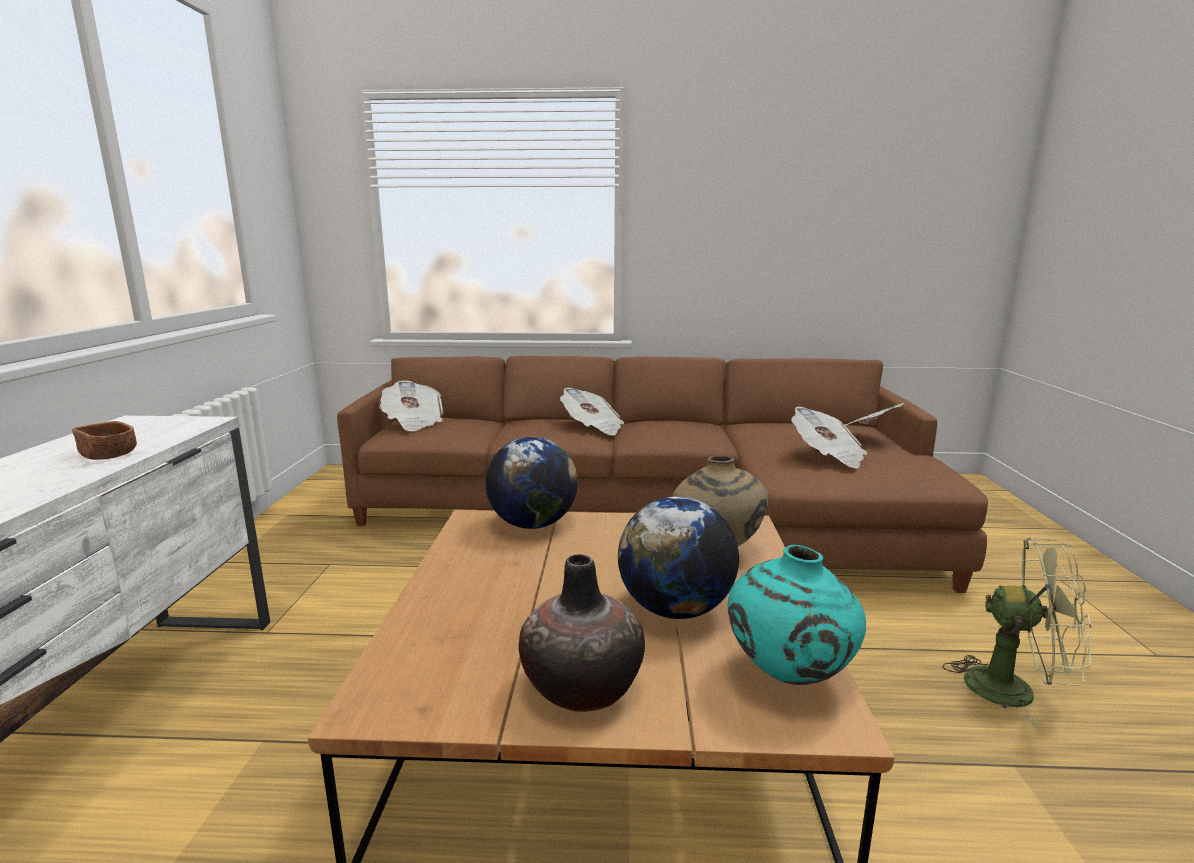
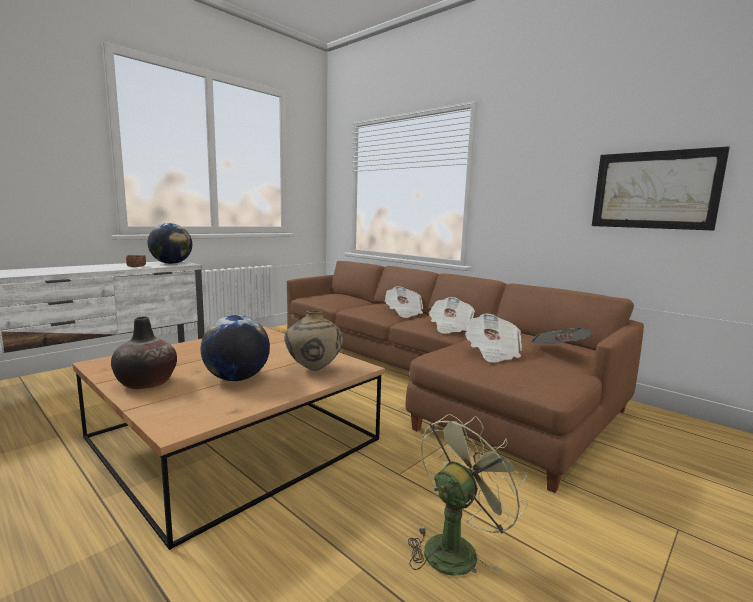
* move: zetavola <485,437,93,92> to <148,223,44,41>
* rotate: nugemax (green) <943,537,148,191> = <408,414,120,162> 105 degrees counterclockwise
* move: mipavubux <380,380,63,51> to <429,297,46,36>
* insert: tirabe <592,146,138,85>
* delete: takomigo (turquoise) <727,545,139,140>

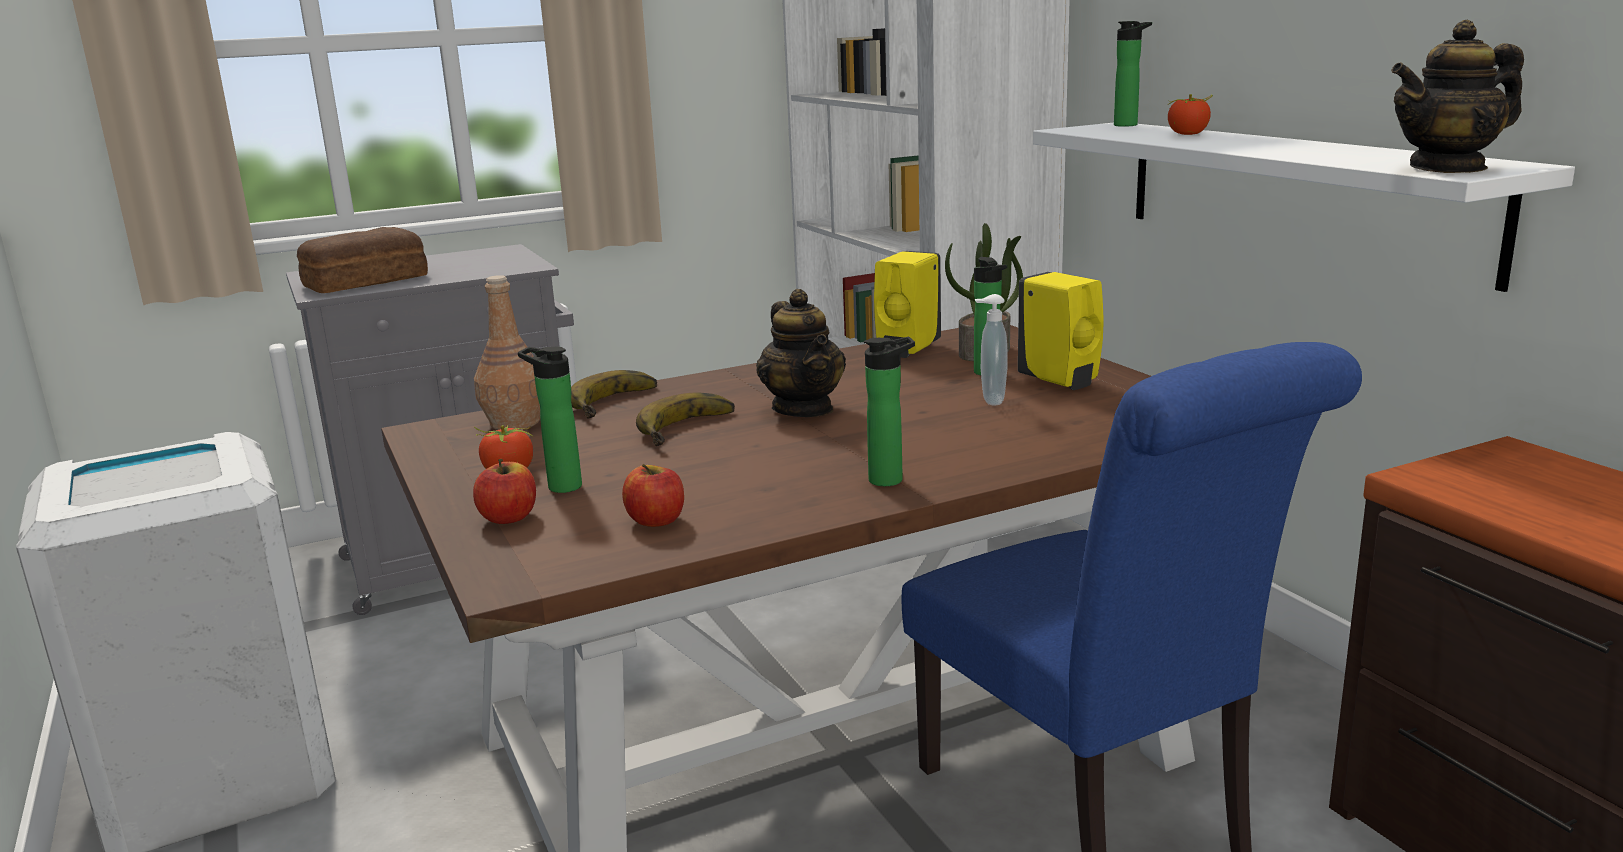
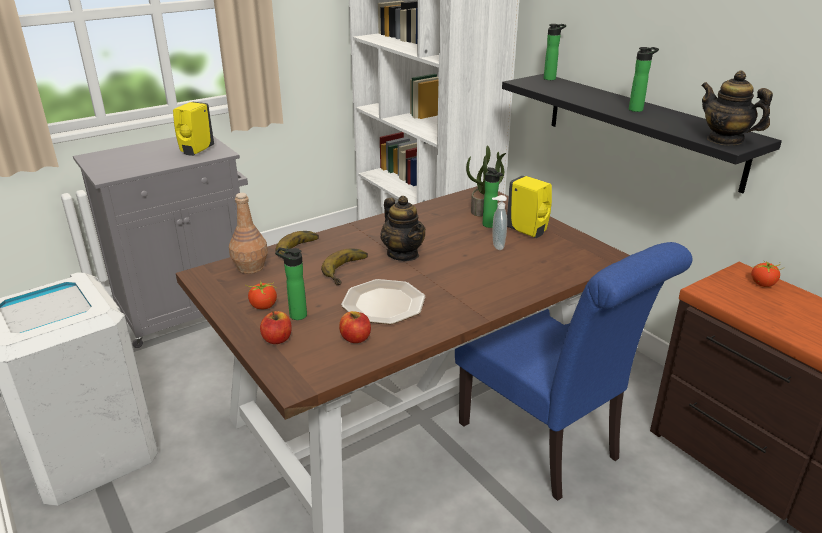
* move: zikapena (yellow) <874,251,67,107> to <173,102,41,54>
* insert: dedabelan <341,279,85,46>
* recolor: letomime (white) <1033,123,542,169> to letomime (black) <502,74,280,119>
* move: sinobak <864,337,51,149> to <629,47,30,65>
* rotate: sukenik <1391,20,133,153> = <701,71,72,74> 75 degrees clockwise
* move: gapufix <1167,94,46,41> to <751,260,34,27>
* delete: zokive <297,227,131,66>

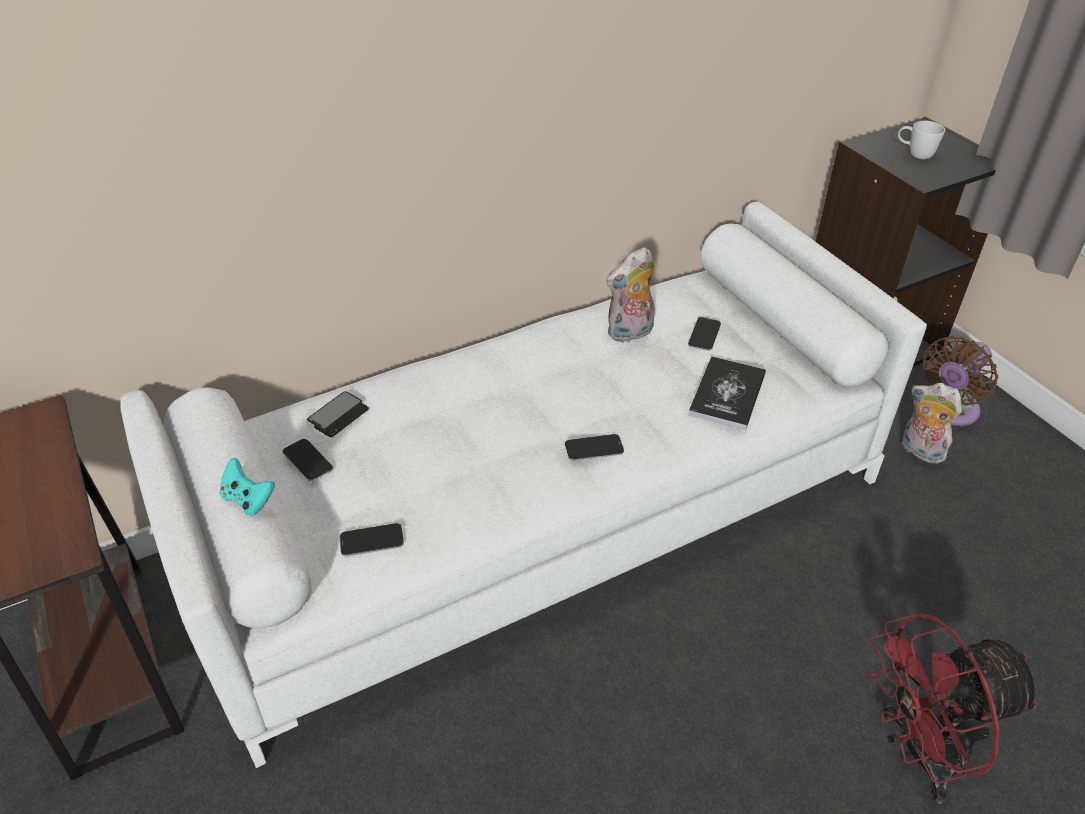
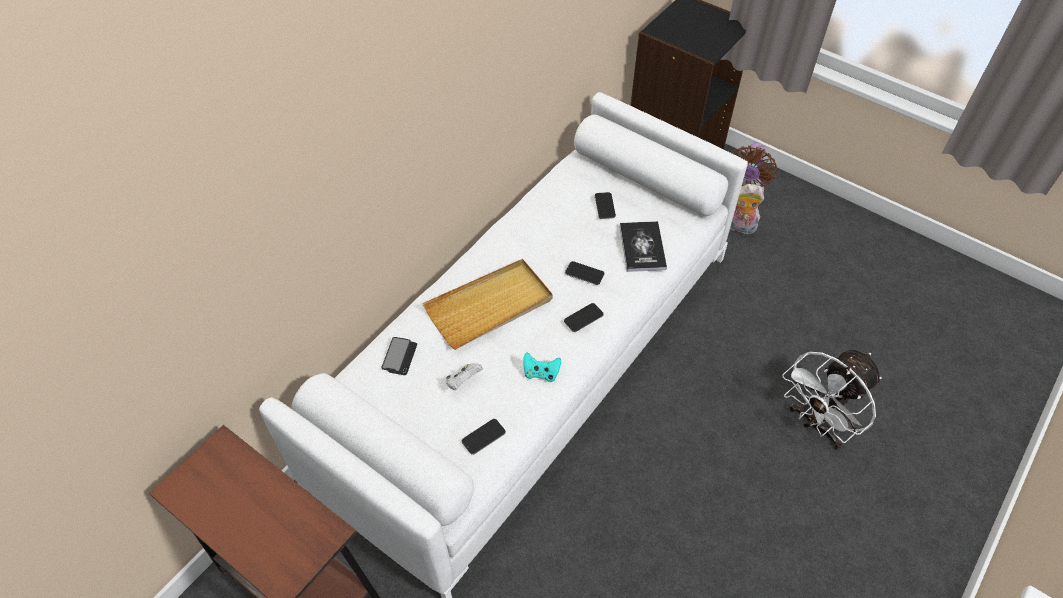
* insert: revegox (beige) <423,259,130,91>
* insert: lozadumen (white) <446,363,37,27>
* move: lozadumen (turquoise) <219,458,56,58> to <523,352,38,30>
* move: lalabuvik <283,439,50,42> to <565,261,39,24>
* recolor: nugemax (red) <867,613,173,191> to nugemax (white) <782,350,100,100>
* delete: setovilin <606,247,49,95>
* delete: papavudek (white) <898,121,47,38>

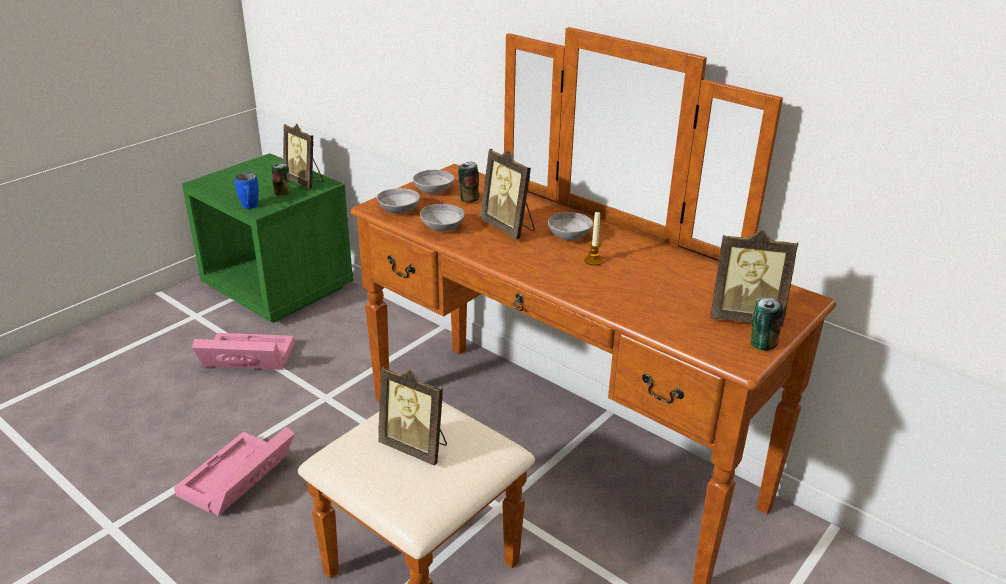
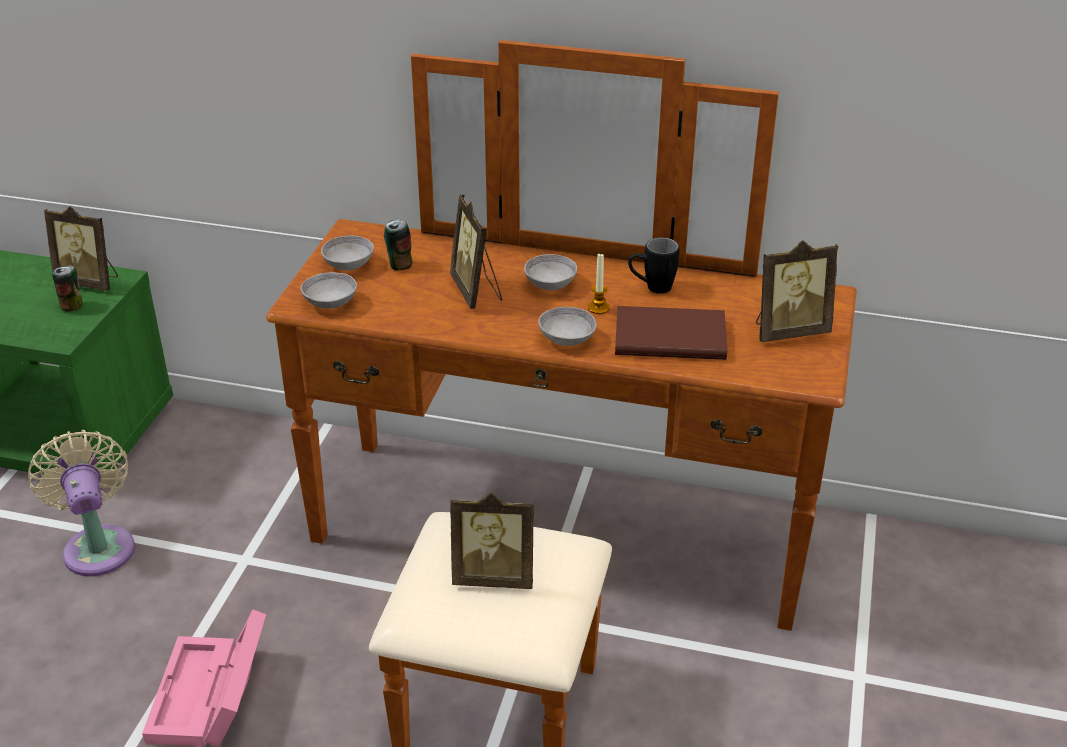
* replace: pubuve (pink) <192,333,103,37> to nugemax (beige) <28,430,107,146>
* rotate: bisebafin <480,149,55,90> = <450,194,52,115> 45 degrees clockwise
* move: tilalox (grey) <420,204,44,28> to <538,307,59,39>
* insert: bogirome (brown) <615,306,112,54>
* insert: papavudek (black) <628,237,52,57>
* delete: papavudek (blue) <234,173,25,36>
* delete: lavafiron <751,297,32,54>

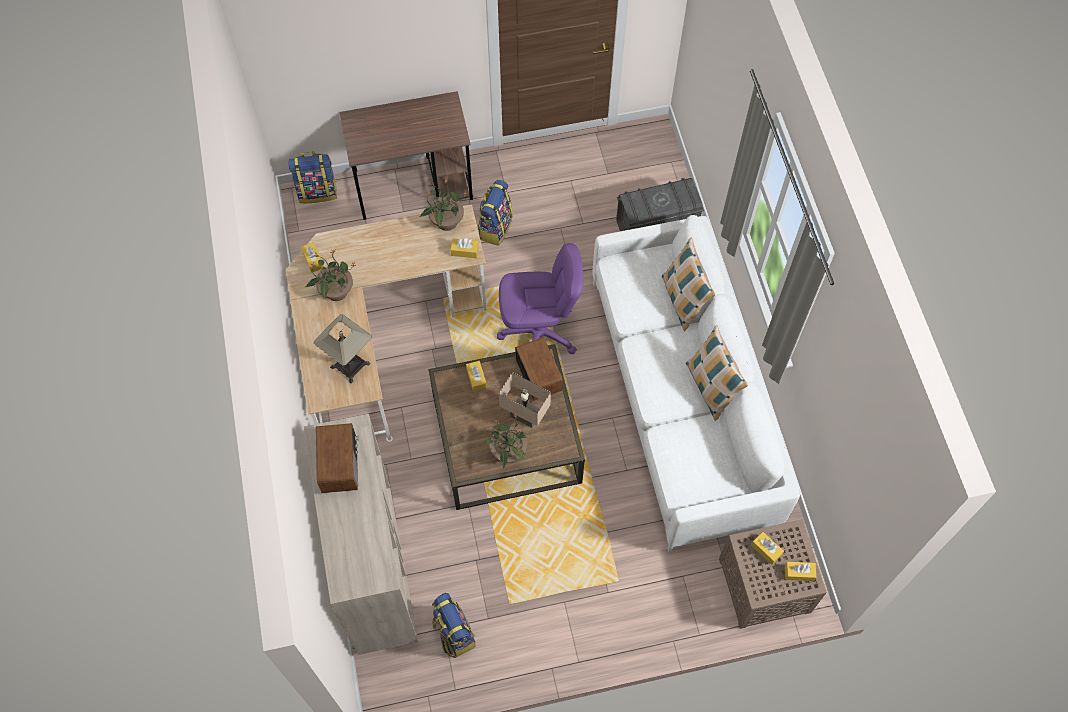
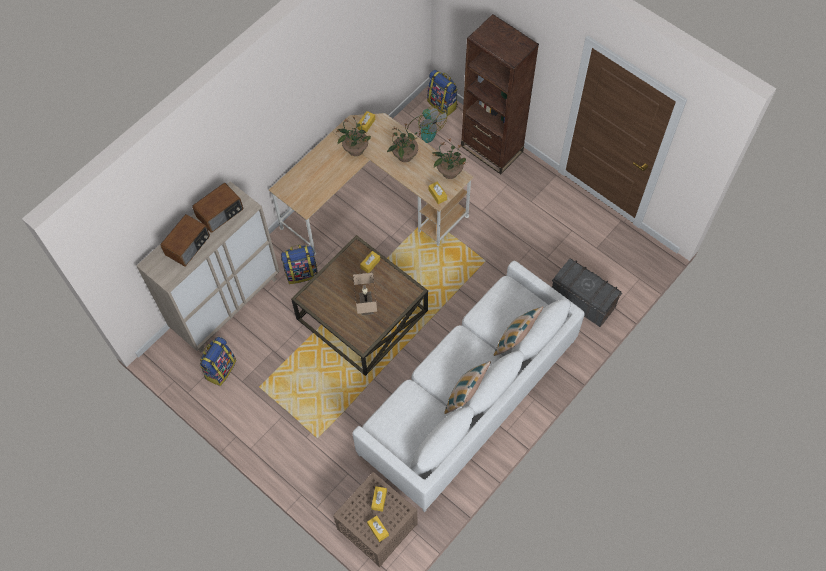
* move: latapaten <515,337,48,64> to <161,214,49,53>
* move: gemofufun <478,180,35,66> to <281,245,37,39>
* move: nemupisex <483,413,44,56> to <387,123,35,39>
* insert: nugemax <407,106,40,37>
* replace: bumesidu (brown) <339,91,134,129> to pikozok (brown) <461,14,78,160>
* delete: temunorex <314,314,58,70>
* delete: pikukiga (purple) <497,243,86,111>

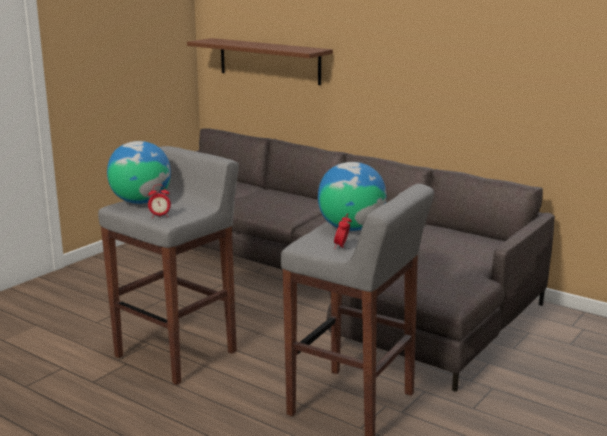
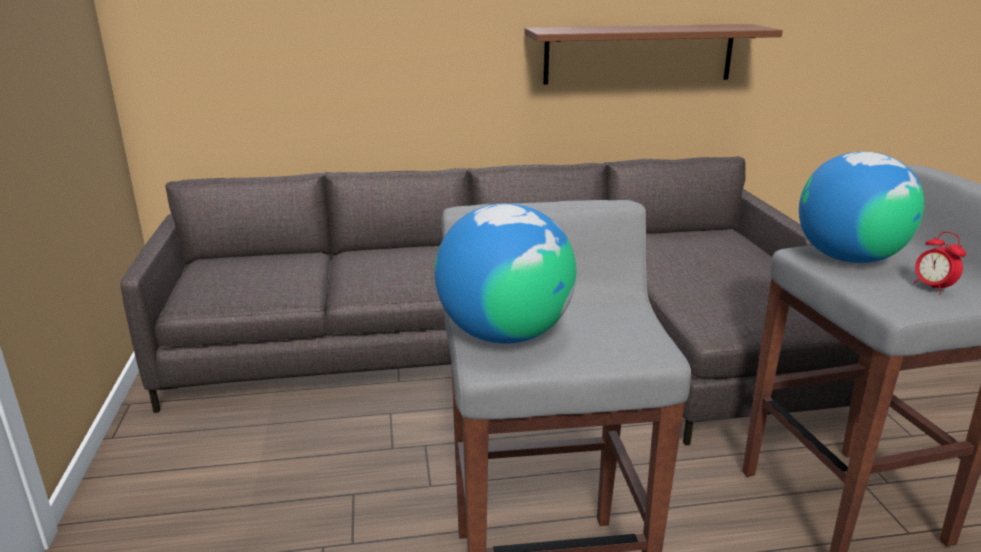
* move: letomime (brown) <187,38,146,47> to <524,24,259,61>
* delete: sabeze <148,185,23,33>

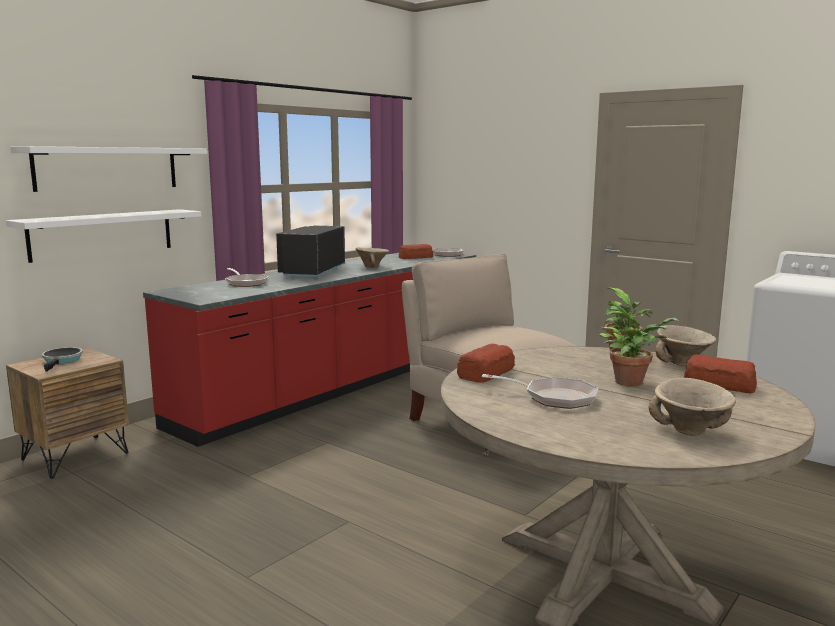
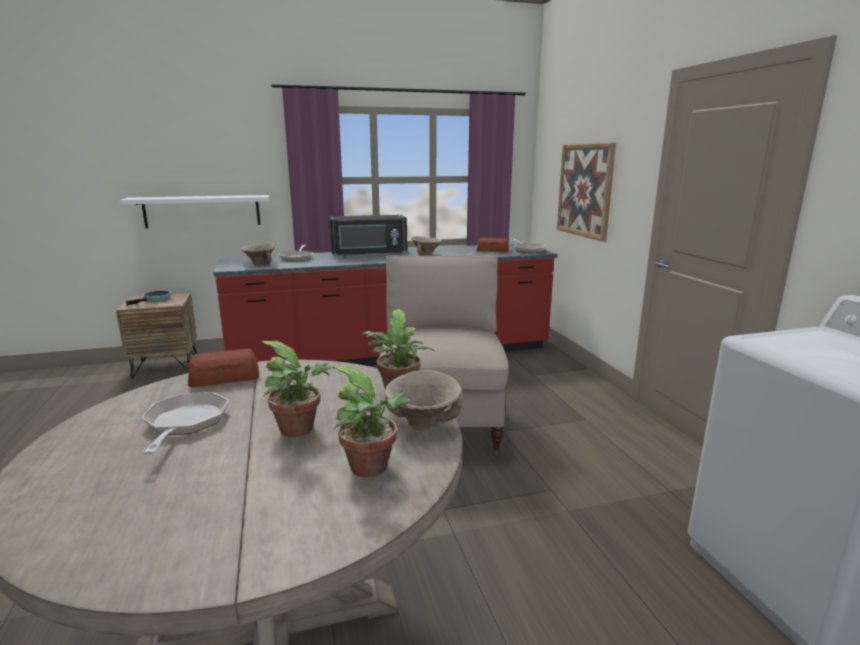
* rotate: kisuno <482,374,116,35> = <141,392,88,62> 150 degrees counterclockwise
* move: tilalox (beige) <648,378,88,58> to <241,242,35,23>
* rotate: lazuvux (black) <276,226,69,53> = <329,215,78,42> 150 degrees counterclockwise
* replace: zokive <683,355,74,38> to nemupisex <332,366,78,112>
* insert: tirabe <557,143,59,99>
* delete: letomime (white) <11,146,196,46>

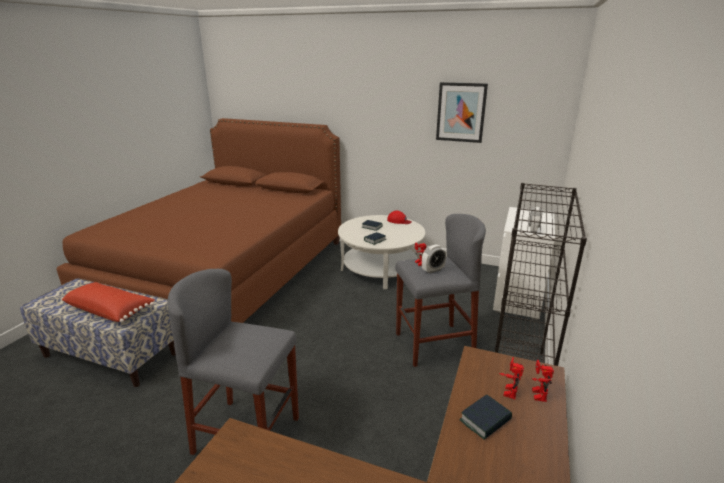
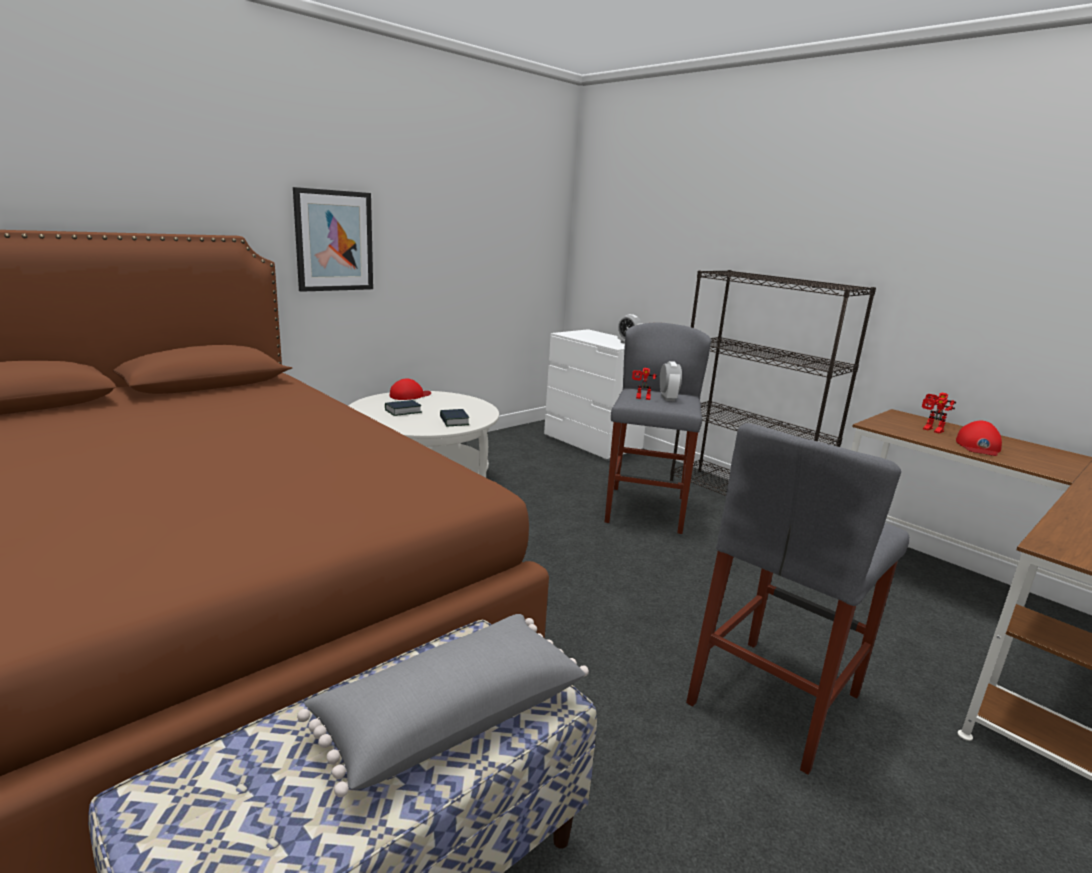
* move: tirabe <436,82,52,61> to <293,187,80,105>
* recolor: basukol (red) <61,282,94,41> to basukol (grey) <297,614,292,183>
* replace: bogirome <459,395,53,45> to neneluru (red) <956,421,46,35>

